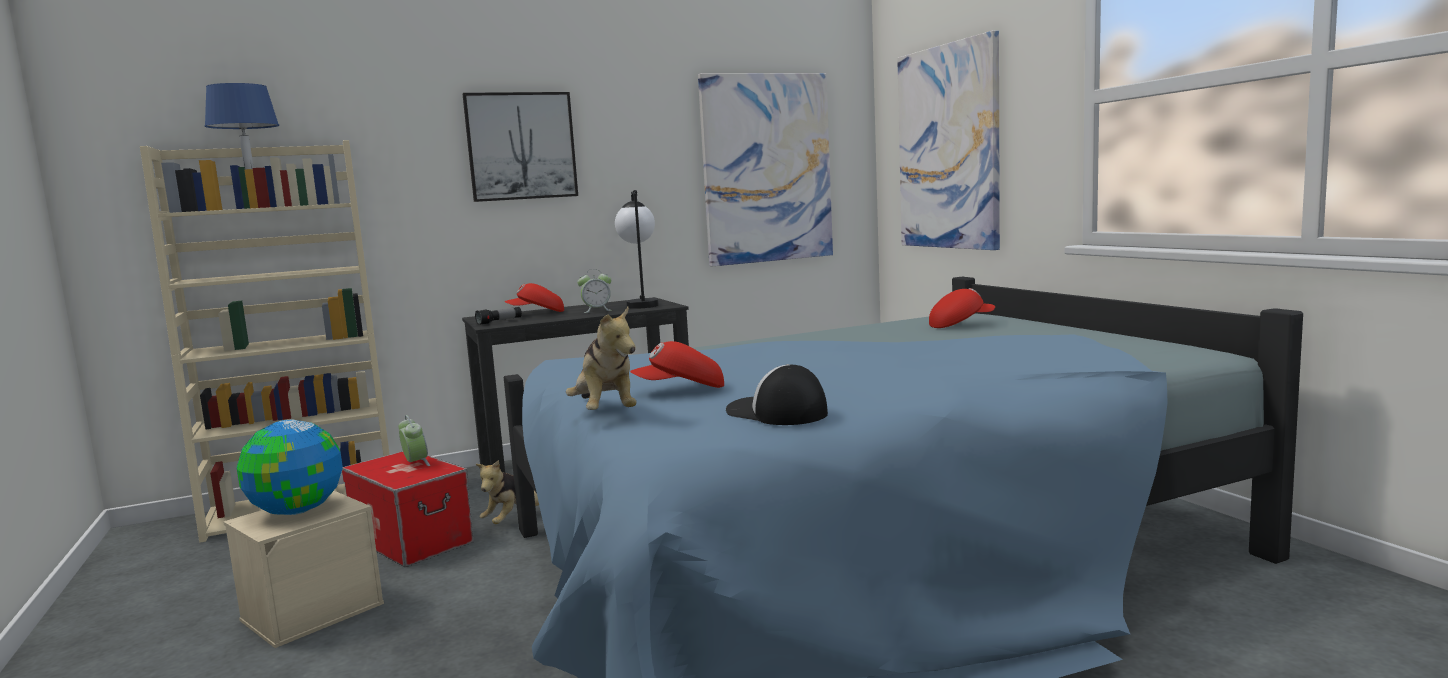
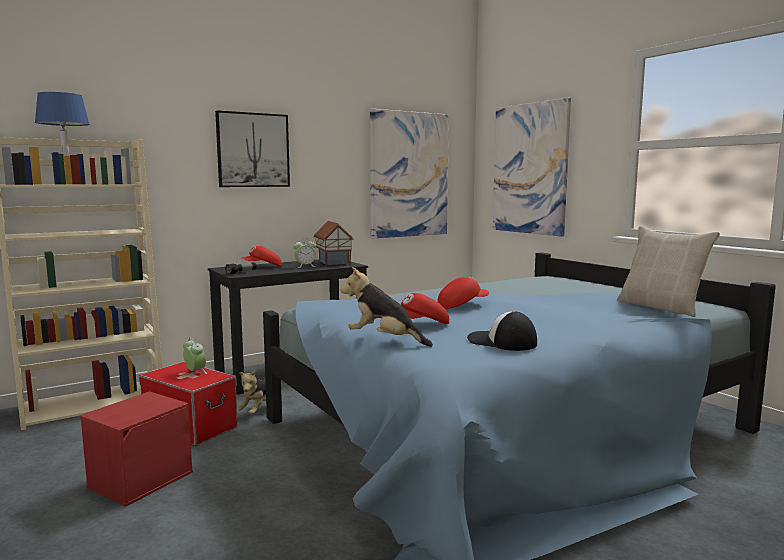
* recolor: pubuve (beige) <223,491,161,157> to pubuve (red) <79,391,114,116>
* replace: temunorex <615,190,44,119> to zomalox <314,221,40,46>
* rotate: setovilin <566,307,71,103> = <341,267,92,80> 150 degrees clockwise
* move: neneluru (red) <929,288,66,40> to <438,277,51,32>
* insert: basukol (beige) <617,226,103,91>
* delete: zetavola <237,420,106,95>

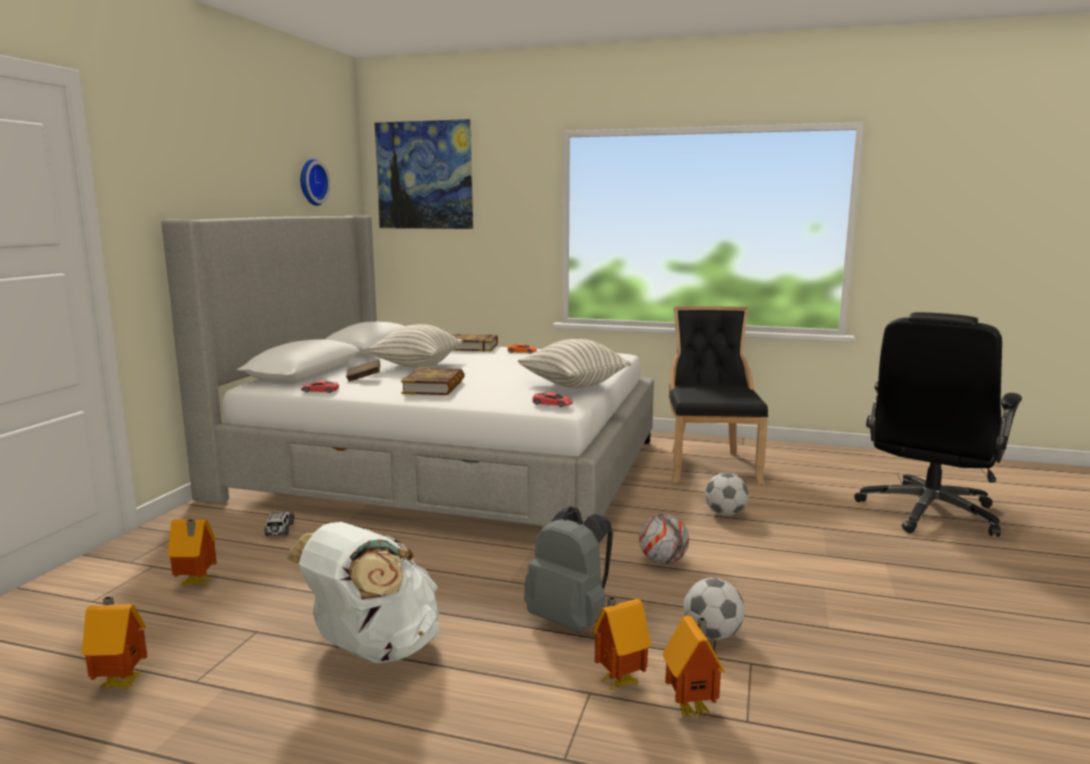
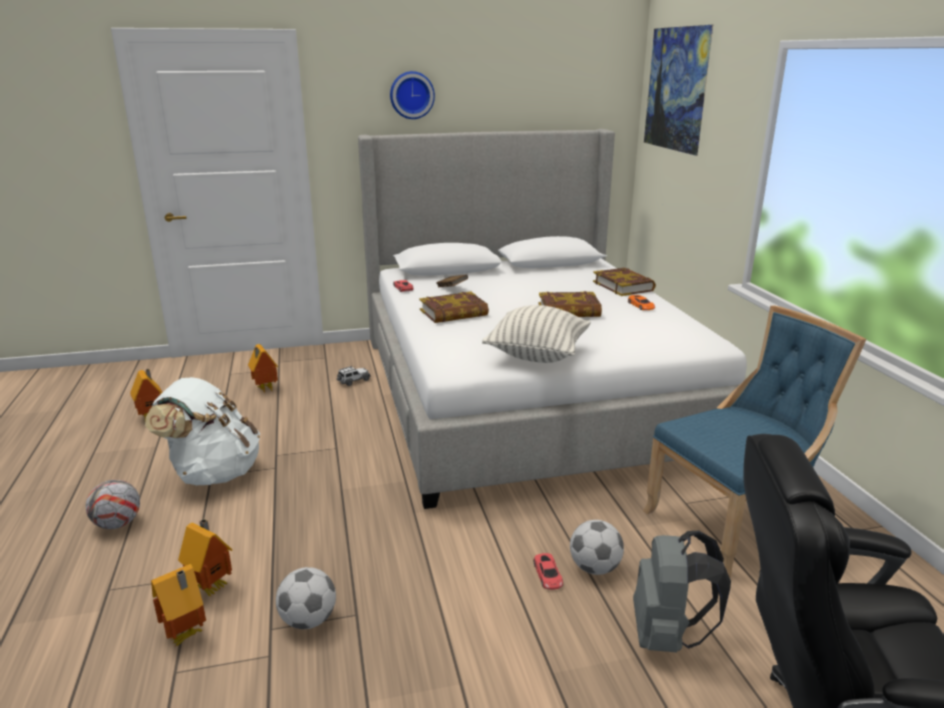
* move: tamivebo <639,514,50,50> to <86,480,54,49>
* move: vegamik <300,158,31,48> to <390,71,45,48>
* move: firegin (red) <532,392,41,15> to <533,553,30,37>
* insert: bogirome <539,291,63,26>
* move: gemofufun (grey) <524,506,89,126> to <633,530,98,122>
* recolor: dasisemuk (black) <669,306,99,179> to dasisemuk (blue) <643,306,223,271>
* delete: basukol <367,324,96,44>

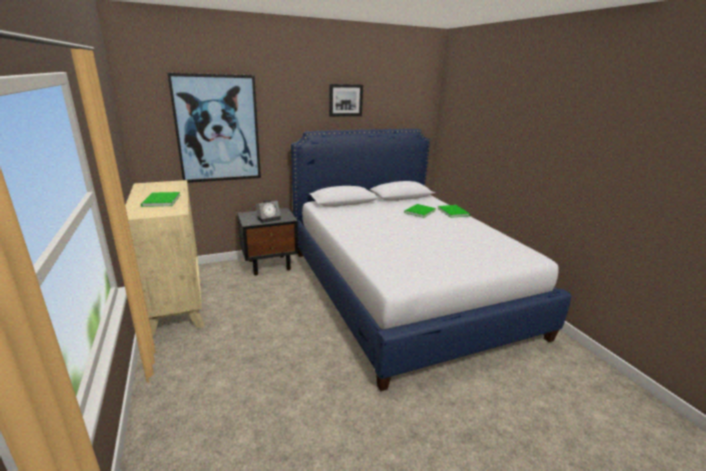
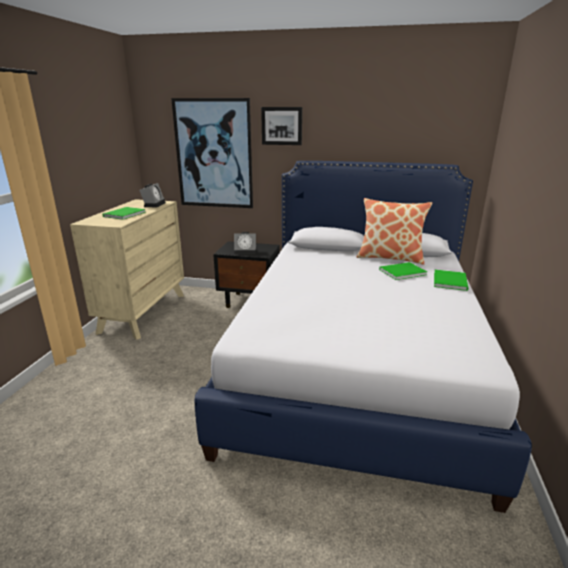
* insert: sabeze <139,183,27,25>
* move: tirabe <329,84,34,32> to <261,107,41,38>
* insert: basukol <357,198,75,67>

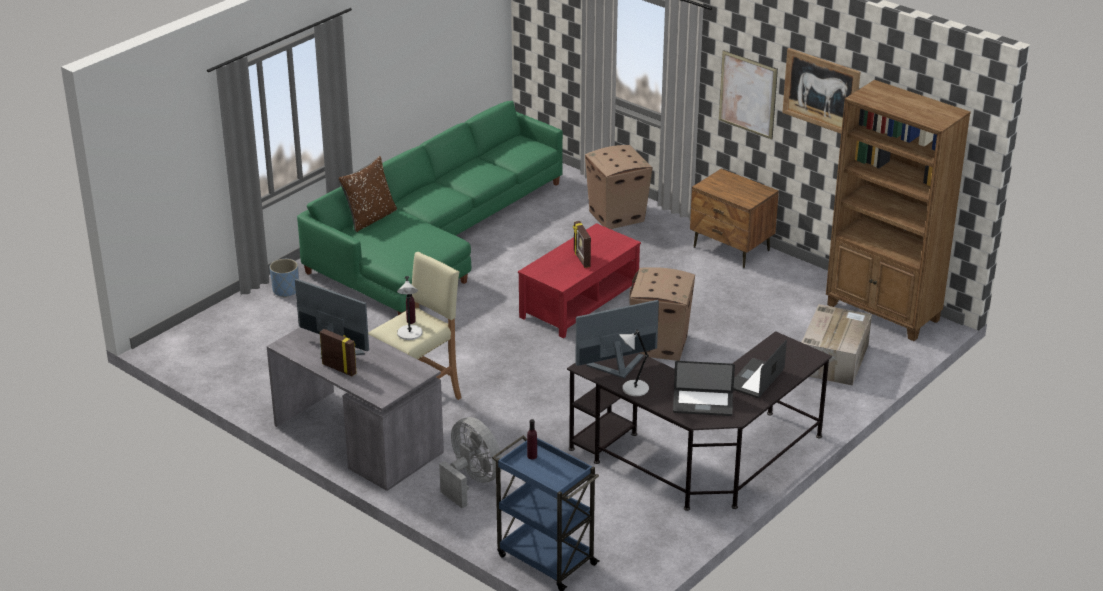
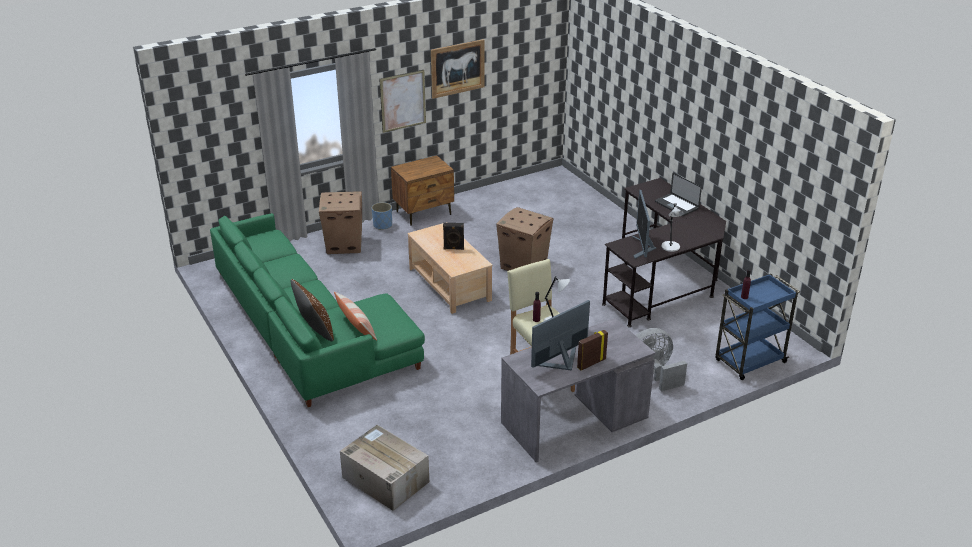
* insert: basukol <334,292,43,49>
* move: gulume <801,304,71,81> to <340,425,89,86>
* move: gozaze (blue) <270,259,29,39> to <372,202,20,28>
* recolor: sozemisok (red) <518,223,123,115> to sozemisok (beige) <407,222,86,92>
* replace: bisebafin <573,221,18,47> to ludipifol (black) <443,223,21,27>
* delete: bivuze <673,361,62,55>
* delete: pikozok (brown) <826,80,145,261>

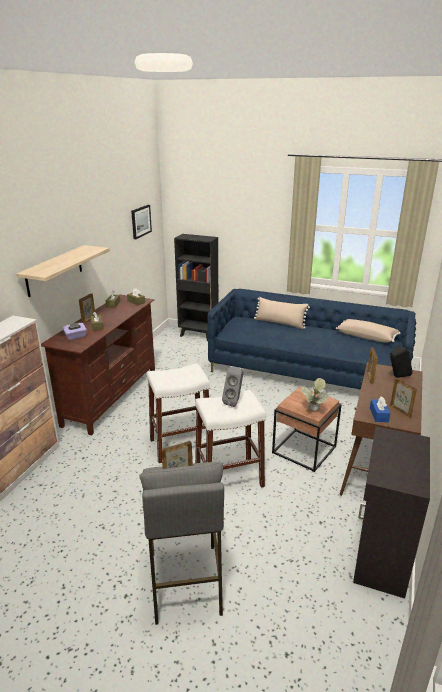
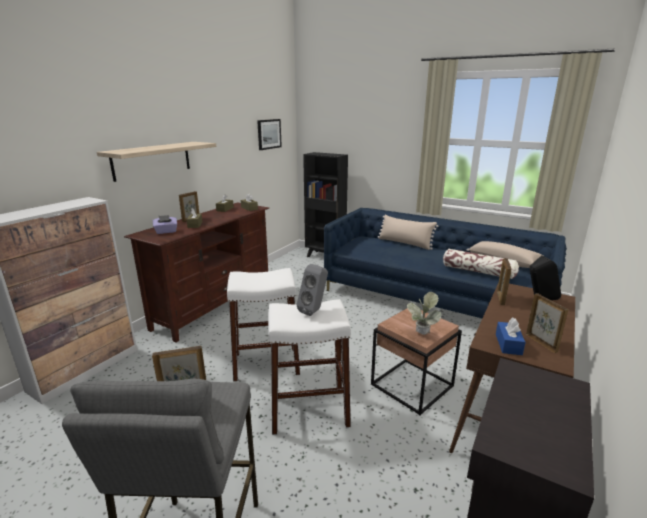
* insert: basukol <443,249,76,30>

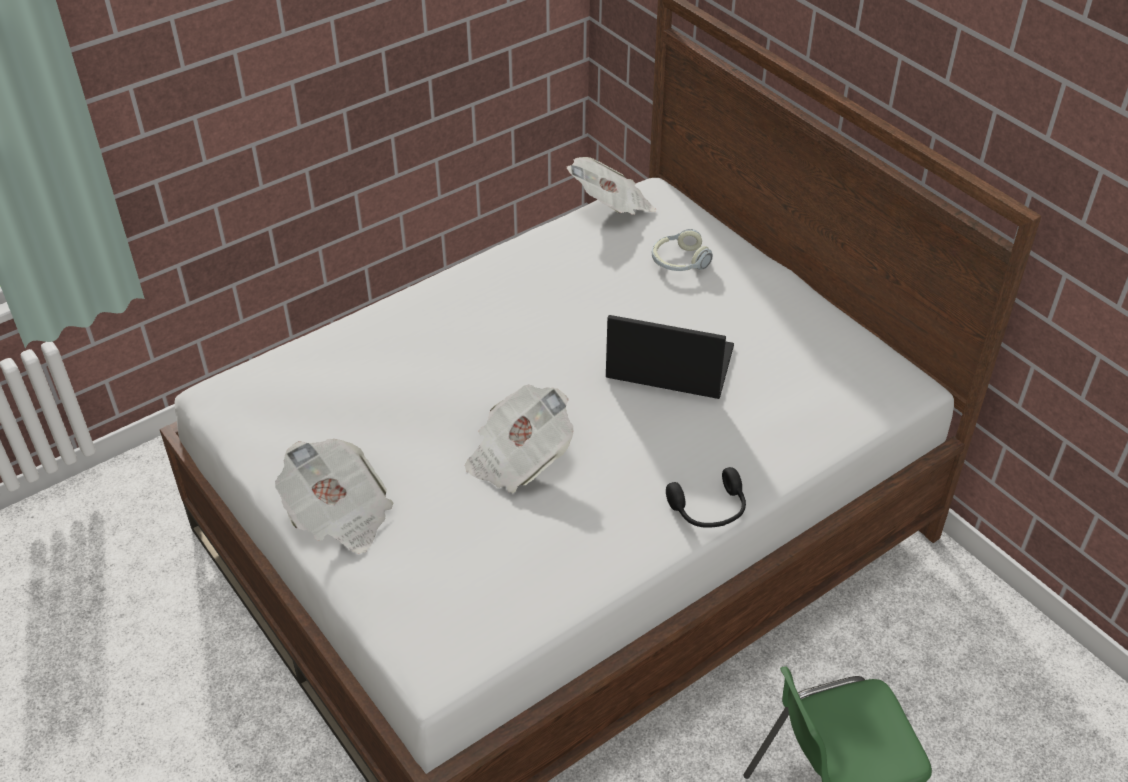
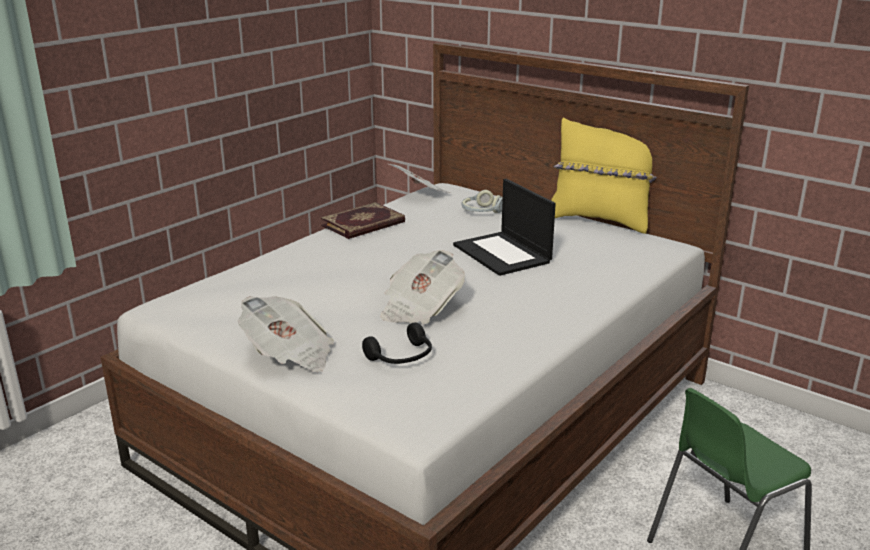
* insert: bogirome <321,202,84,37>
* move: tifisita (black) <666,467,80,61> to <362,322,70,42>
* rotate: bivuze <606,315,128,84> = <453,179,103,97> 120 degrees counterclockwise
* insert: basukol (yellow) <551,118,106,116>

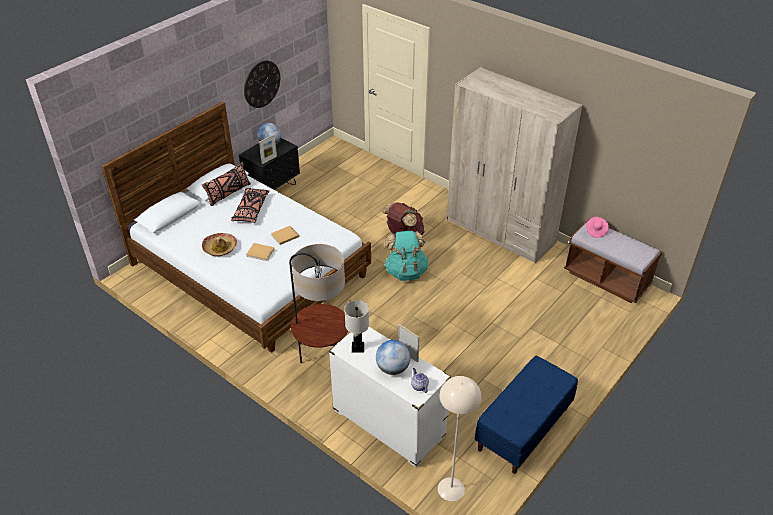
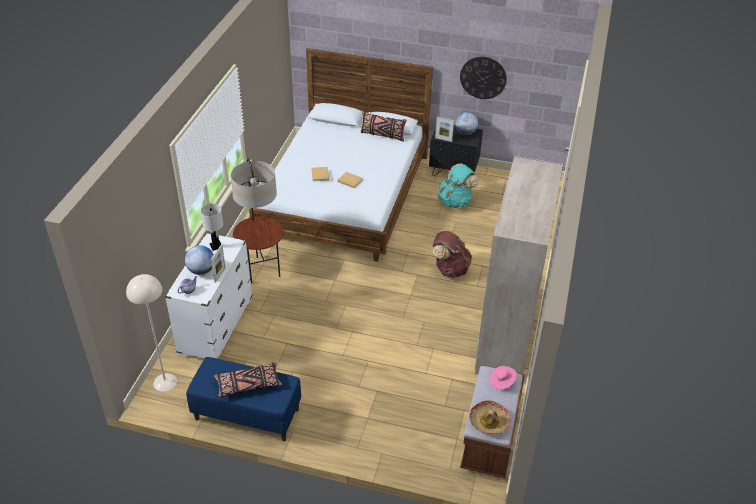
* move: basukol (black) <231,188,39,35> to <214,362,68,35>
* move: gemofufun (turquoise) <384,231,45,50> to <438,163,42,45>
* move: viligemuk <202,233,35,24> to <469,401,42,33>

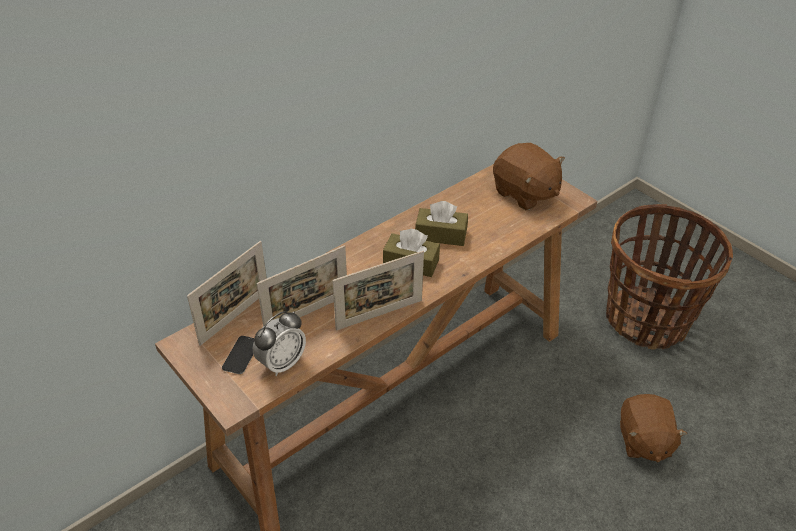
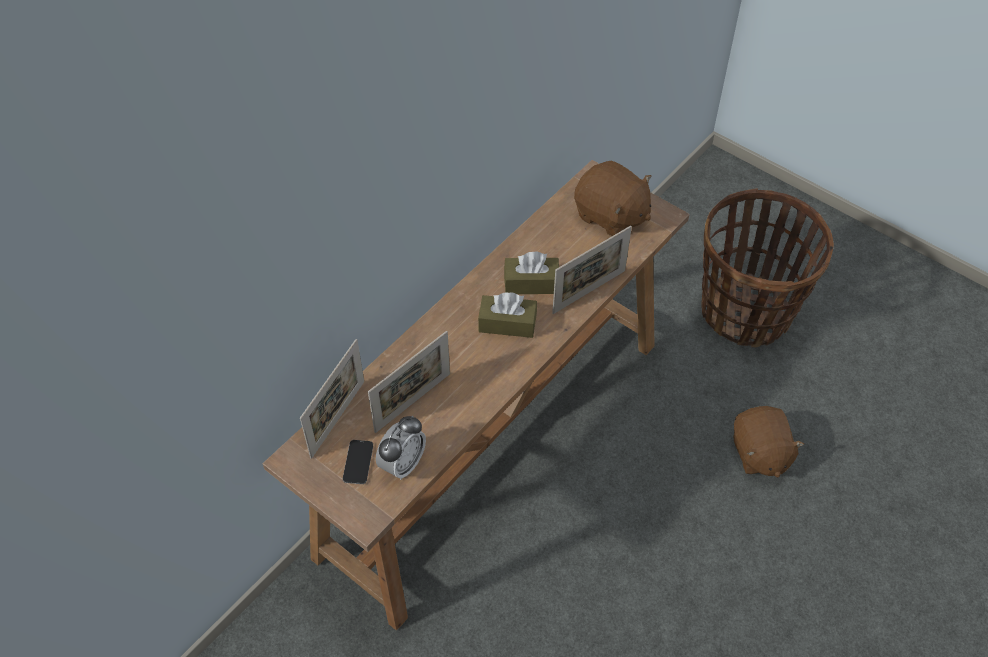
* move: bisebafin <332,251,92,80> to <552,226,80,88>

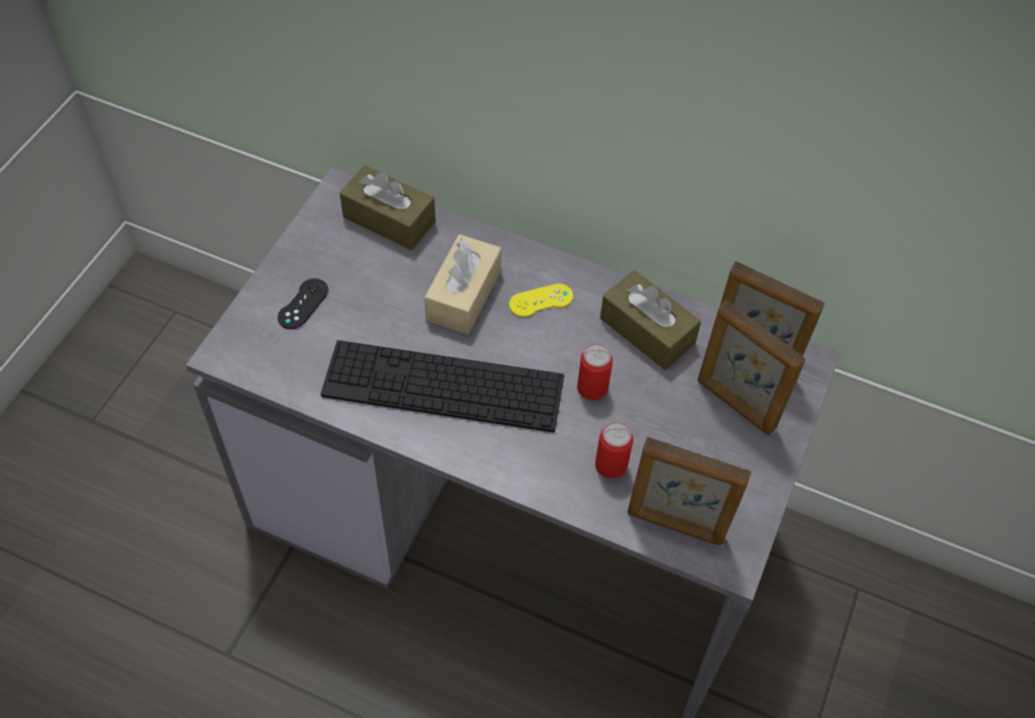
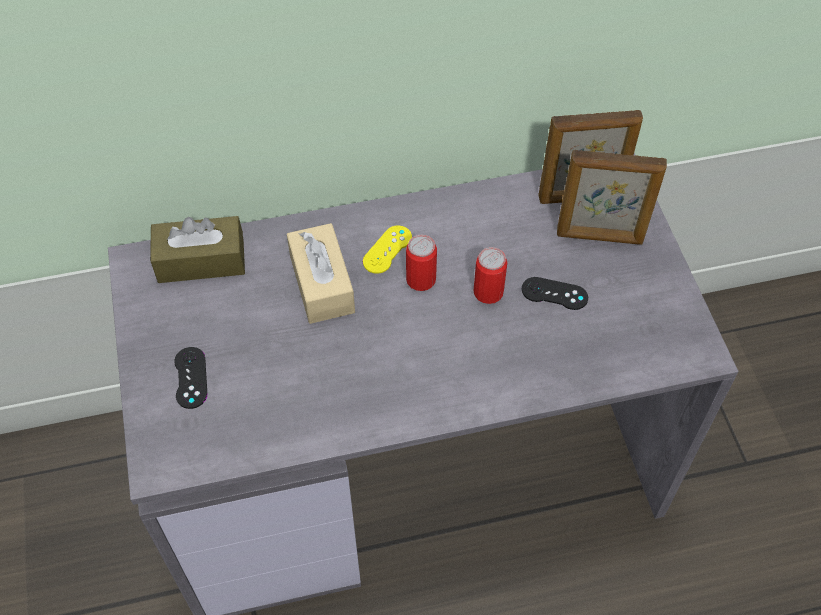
* move: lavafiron <595,421,38,58> to <406,235,31,56>
* insert: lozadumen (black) <522,277,66,33>
* delete: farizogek <321,340,243,92>
* delete: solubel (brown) <600,270,101,100>
* delete: bisebafin <628,437,123,109>

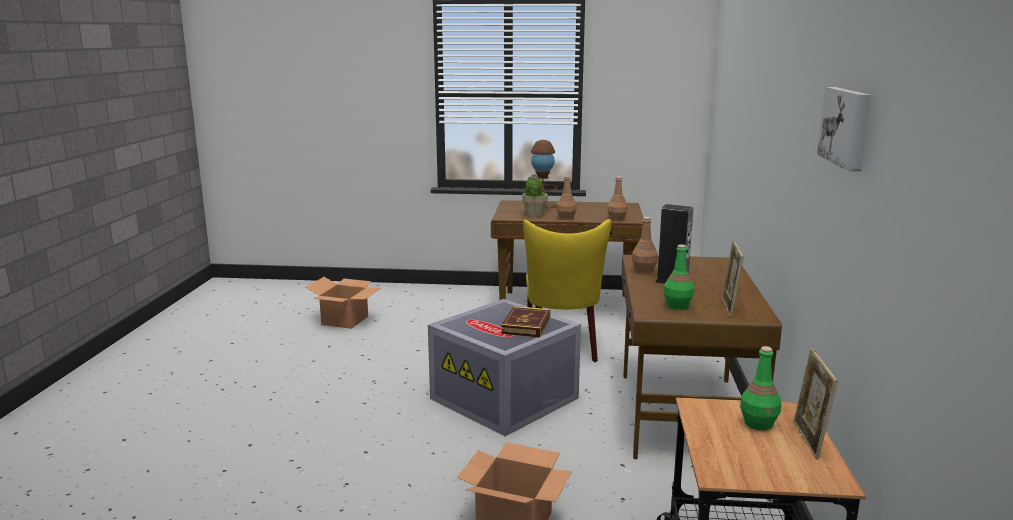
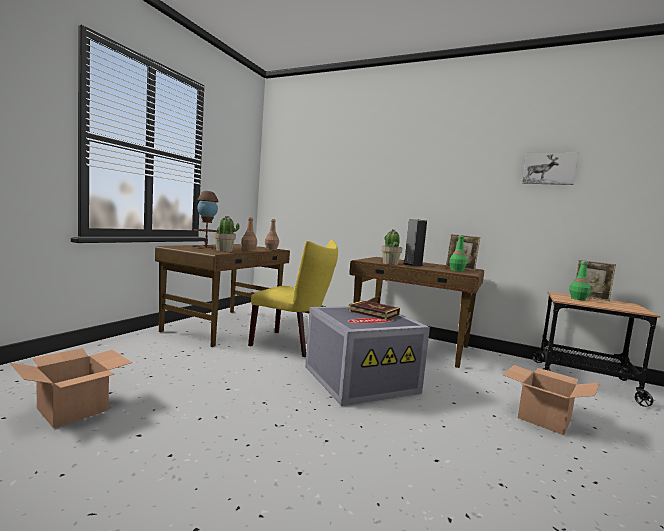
* replace: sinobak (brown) <632,217,26,57> to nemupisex <381,229,22,36>

